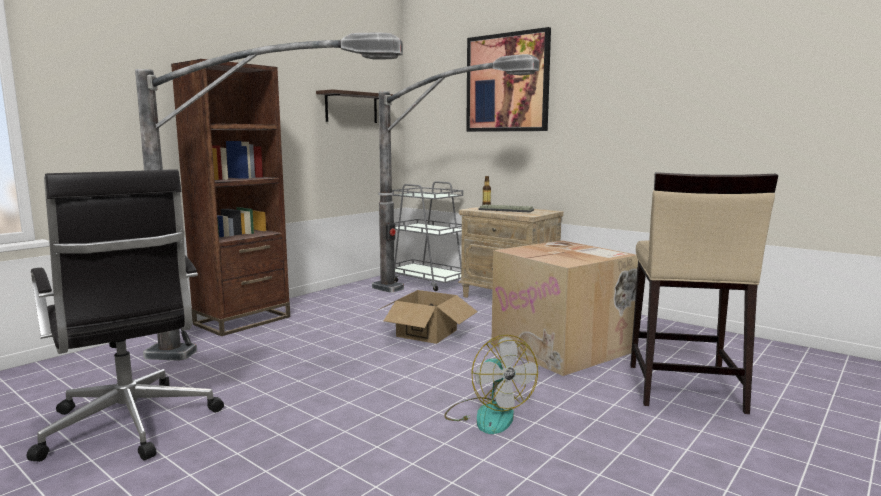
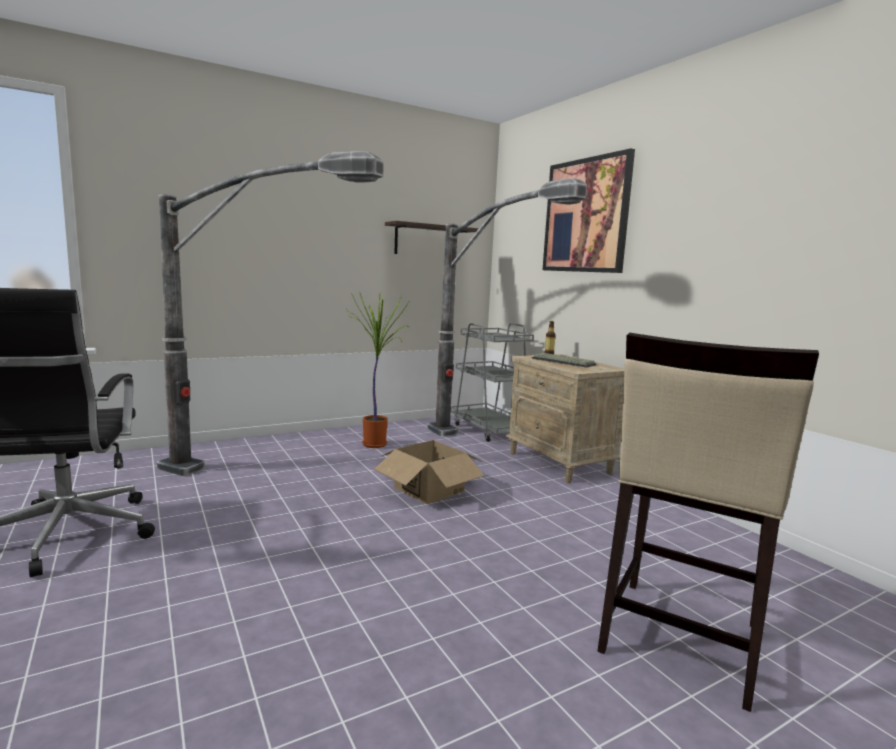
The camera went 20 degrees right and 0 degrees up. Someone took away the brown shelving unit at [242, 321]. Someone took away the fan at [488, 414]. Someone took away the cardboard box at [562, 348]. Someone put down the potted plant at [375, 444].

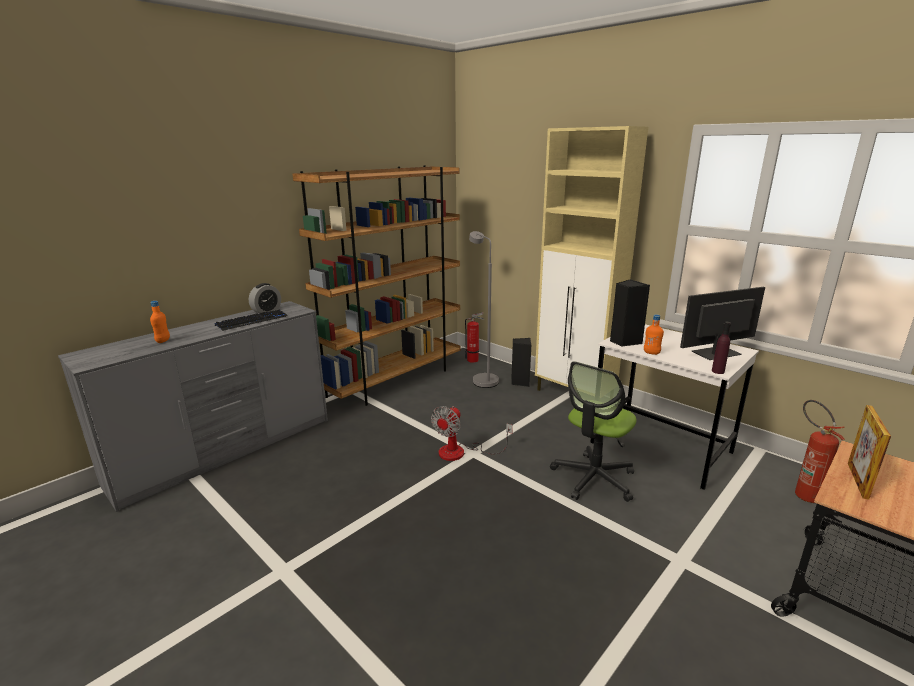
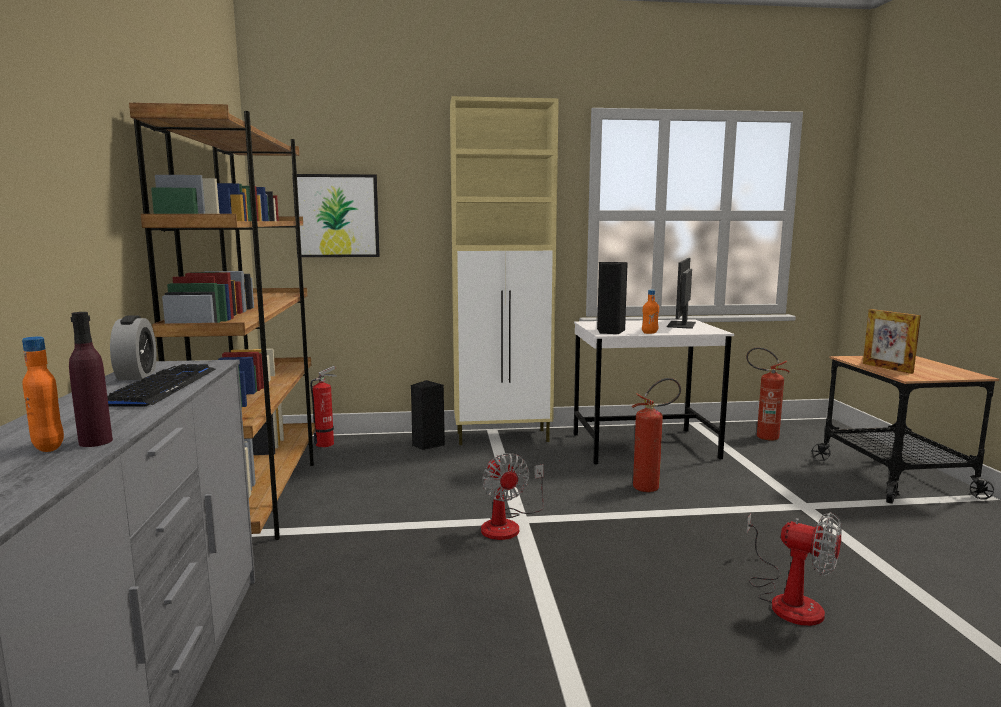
The camera went 50 degrees left and 10 degrees down. Someone took away the greyish standard lamp at [482, 379]. Someone swapped the office chair at [593, 478] for the fire extinguisher at [652, 487]. Someone carried the purple drink bottle from [718, 371] to [95, 442]. Someone put up the wall art at [337, 216]. Someone put down the fan at [788, 600].

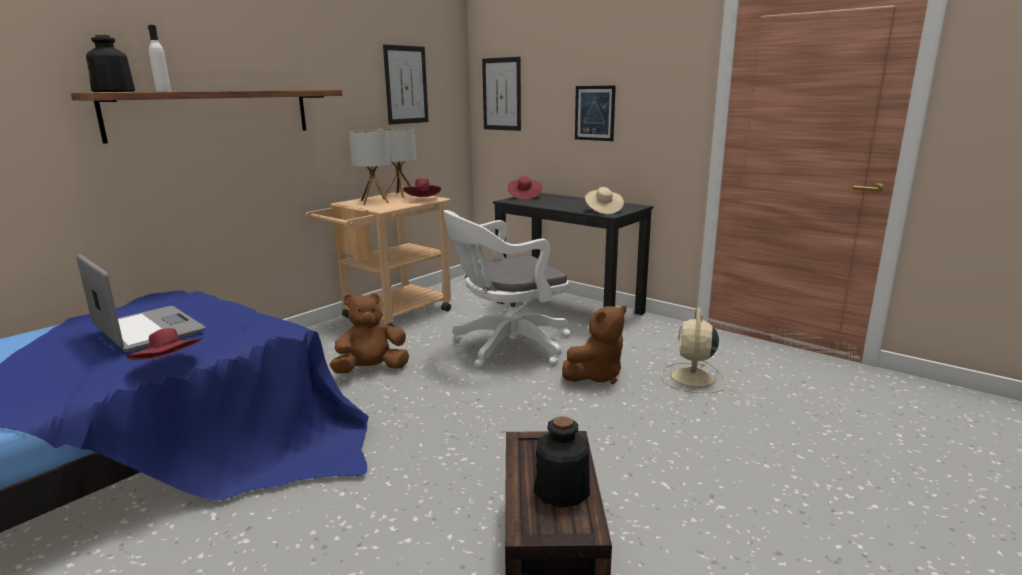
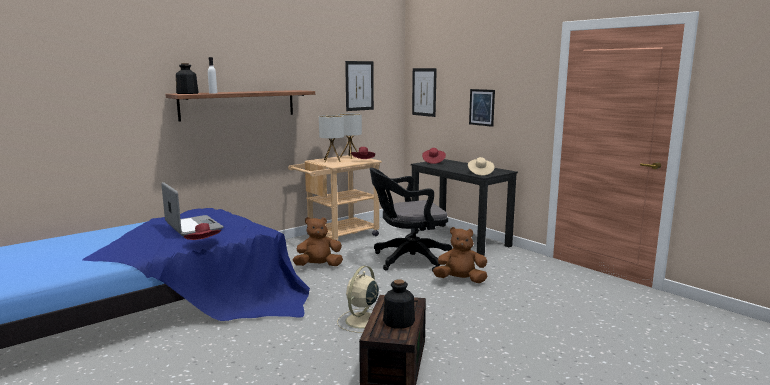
The camera went 10 degrees right and 5 degrees down. Someone repainted the whitish office chair at [507, 347], which became the black-coloured office chair at [408, 260]. Someone rotated the brown cuddly toy at [596, 376] by 150 degrees counterclockwise. Someone carried the beige fan from [692, 378] to [361, 321].

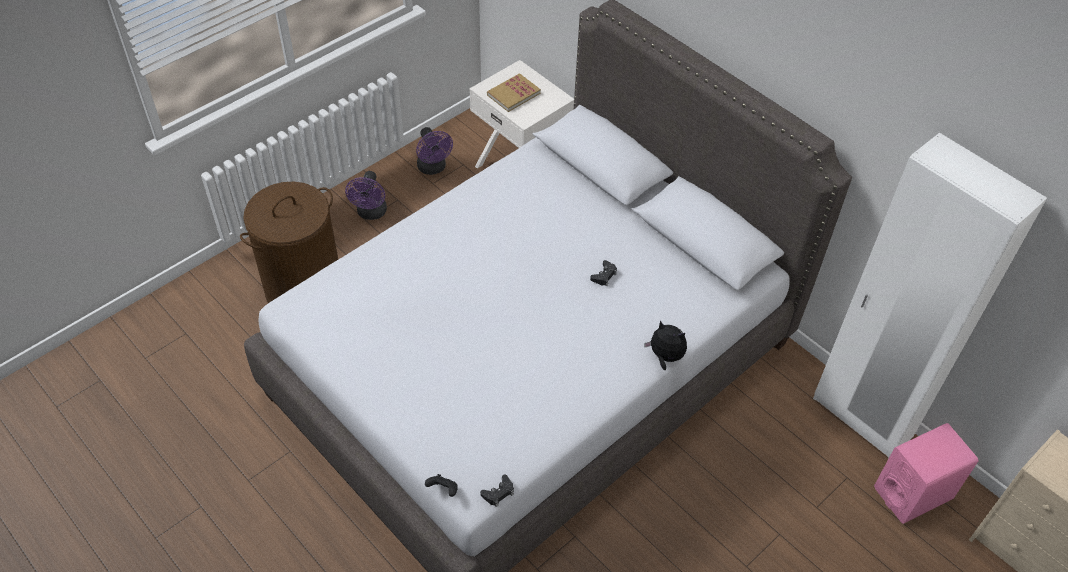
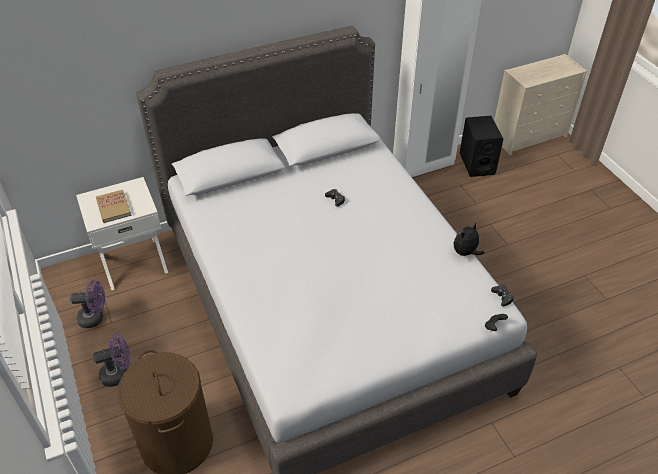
The camera went 70 degrees left and 5 degrees down. Someone rotated the purple fan at [371, 213] by 45 degrees counterclockwise. Someone carried the cuddly toy from [665, 357] to [465, 253]. Someone repainted the pinkish audio speaker at [913, 493], which became the black-coloured audio speaker at [477, 164].

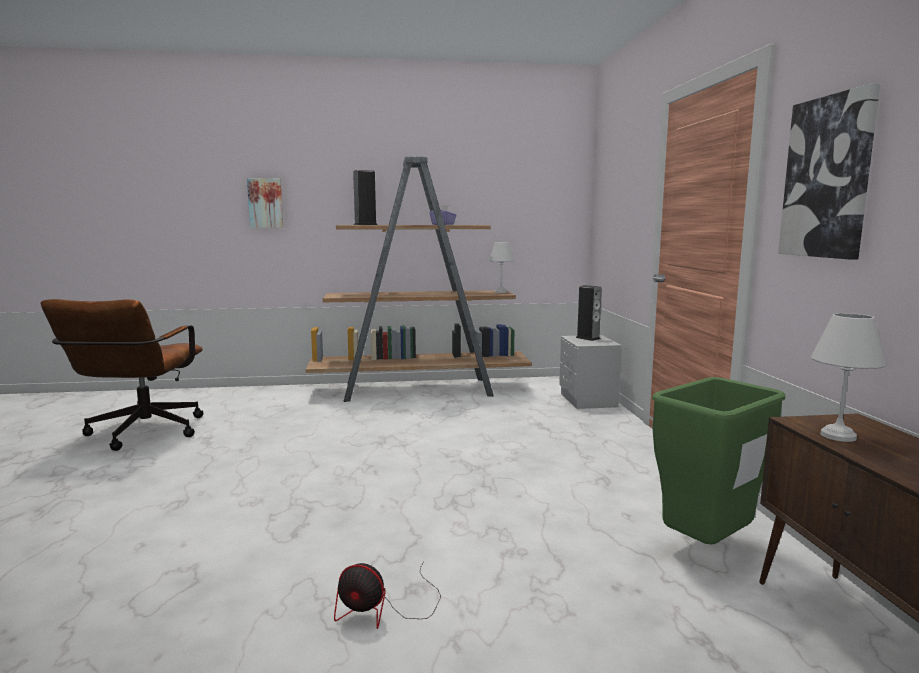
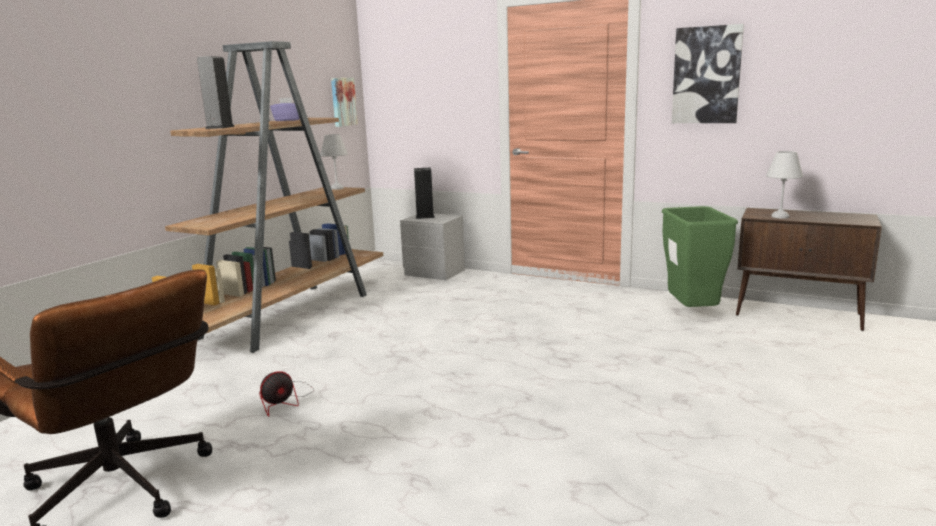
The camera went 55 degrees left and 5 degrees up. Someone carried the wall art from [265, 203] to [342, 102]. Someone carried the fan from [385, 609] to [284, 400].

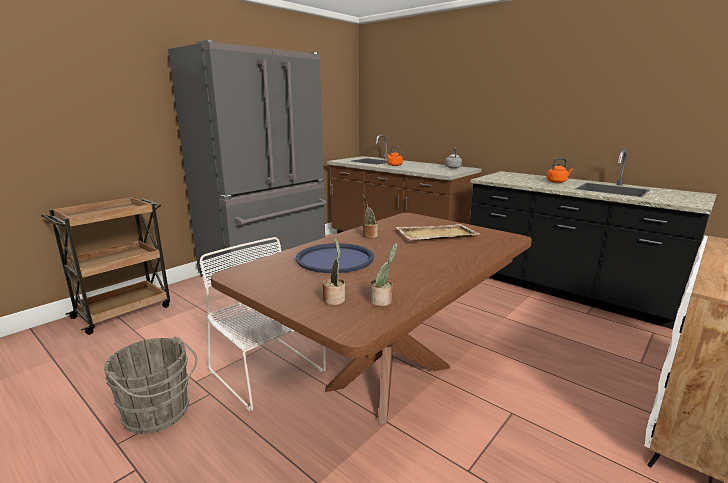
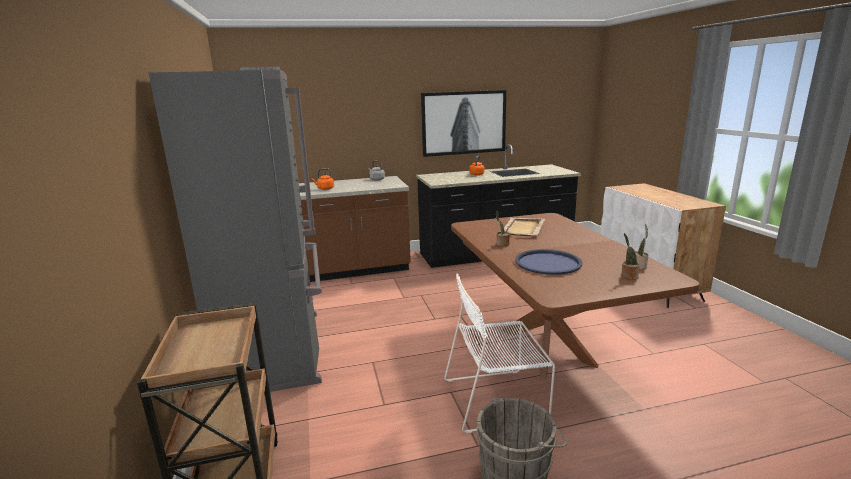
The camera went 55 degrees left and 0 degrees up. Someone put up the wall art at [464, 123].

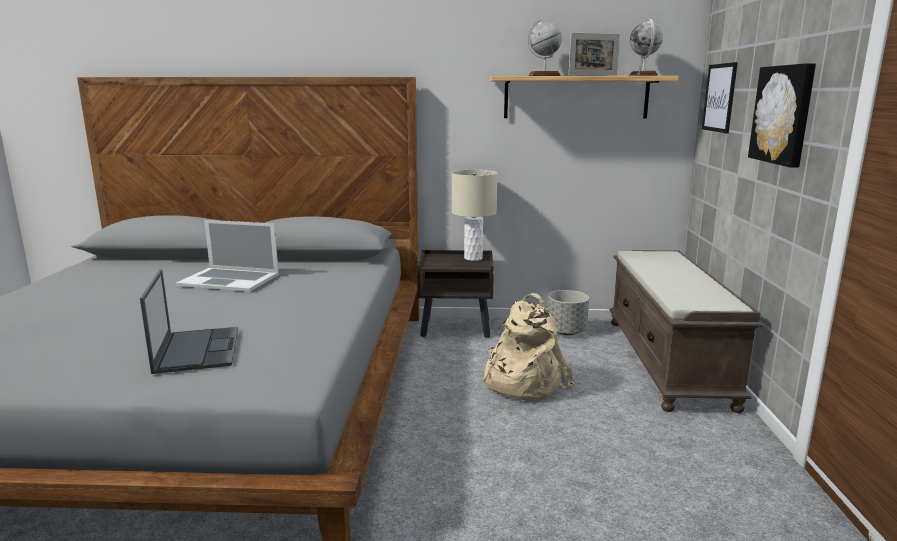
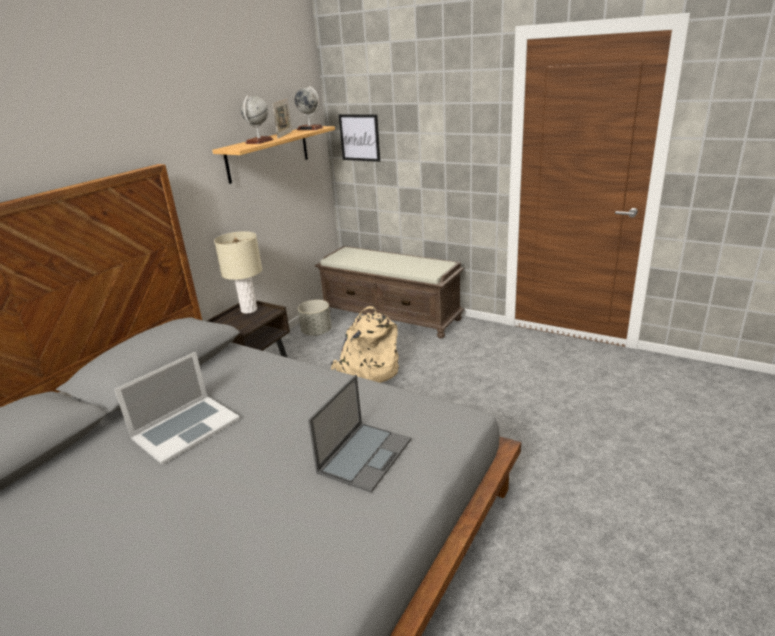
The camera went 60 degrees left and 10 degrees up. Someone rotated the portable computer at [197, 349] by 105 degrees clockwise. Someone took away the wall art at [784, 114].

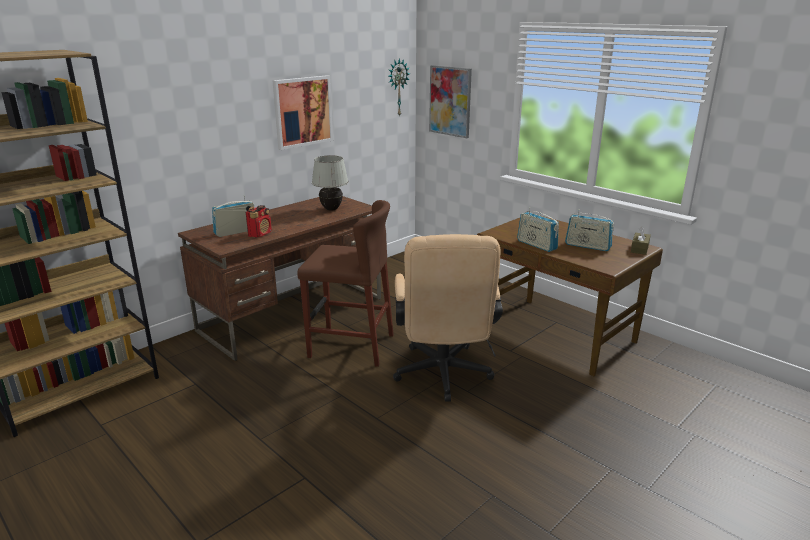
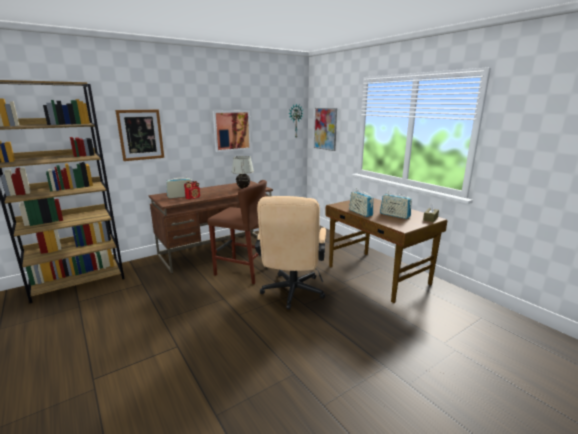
The camera went 10 degrees right and 5 degrees down. Someone put up the wall art at [140, 135].

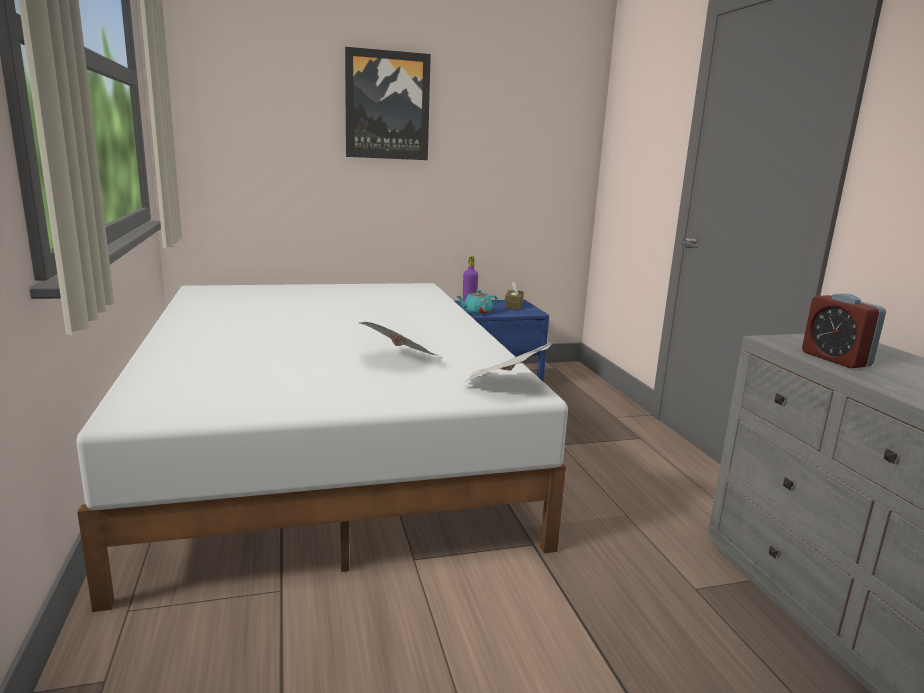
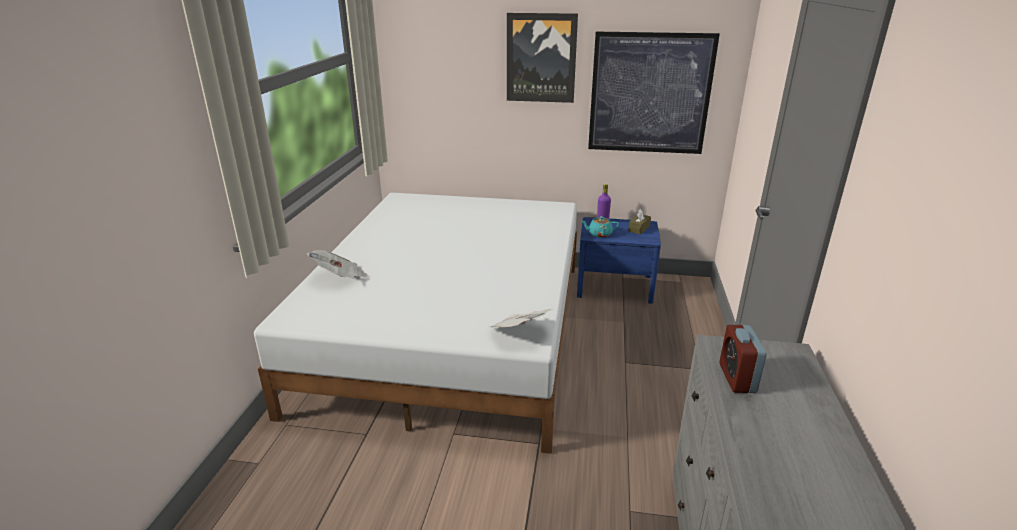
The camera went 25 degrees right and 10 degrees up. Someone carried the daily paper from [400, 360] to [341, 278]. Someone put up the wall art at [649, 94].

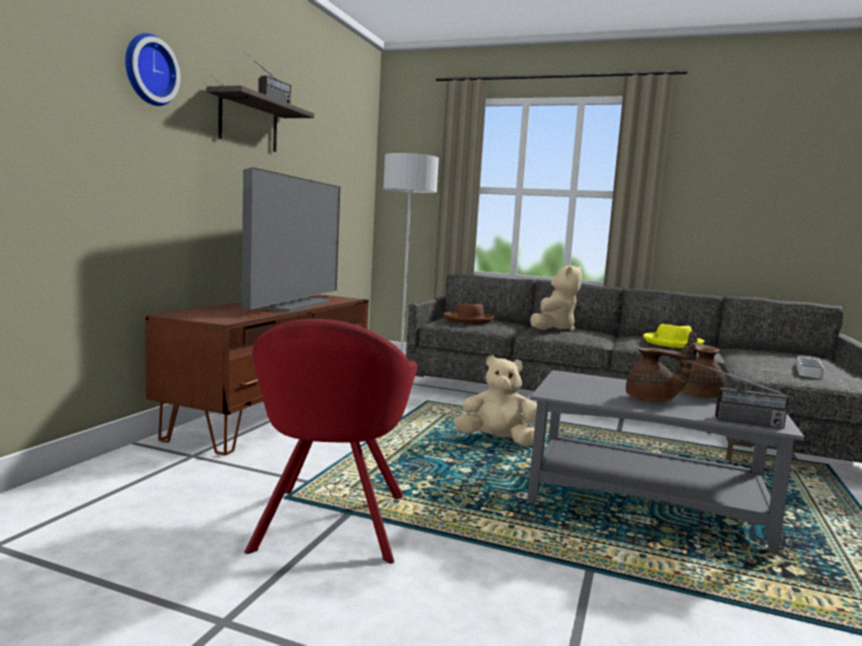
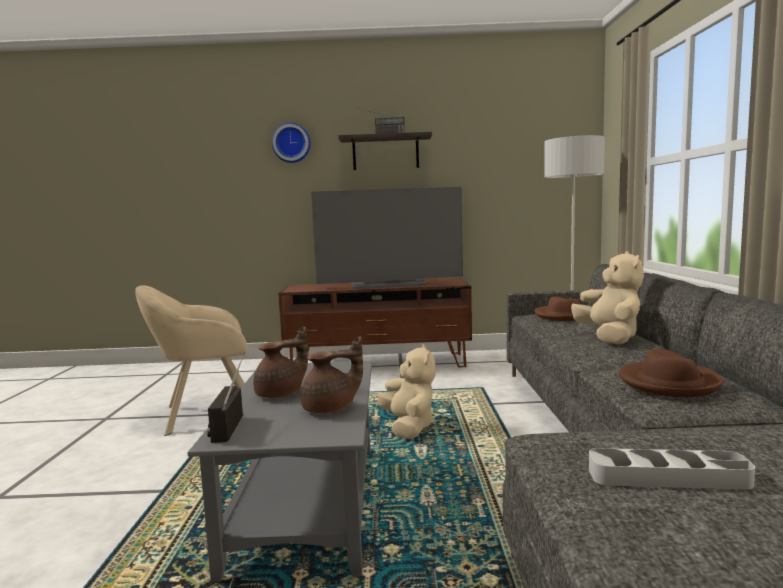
The camera went 70 degrees right and 0 degrees up. Someone repainted the reddish easy chair at [330, 527], which became the beige easy chair at [205, 414]. Someone rotated the beige cuddly toy at [553, 328] by 105 degrees counterclockwise. Someone rotated the brown pot for tea at [652, 400] by 135 degrees counterclockwise. Someone repainted the yellow-coloured hat at [671, 343], which became the brown hat at [668, 383].

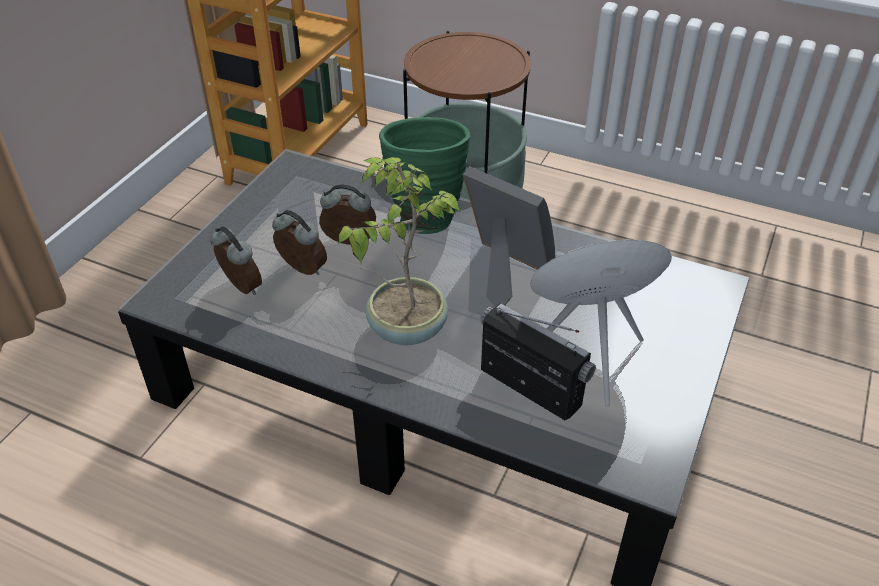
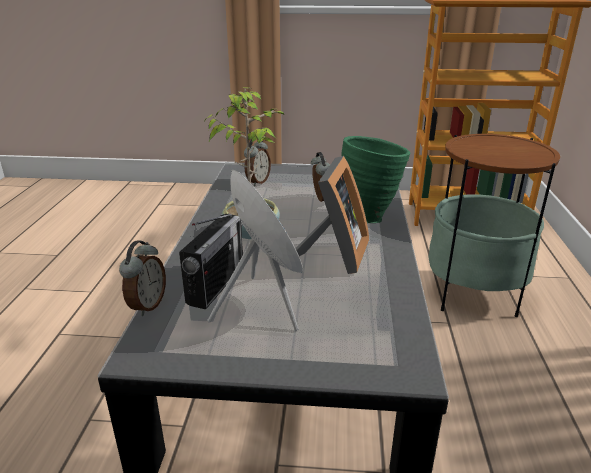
The camera went 70 degrees right and 15 degrees down. Someone carried the bedside clock from [301, 270] to [147, 305].

